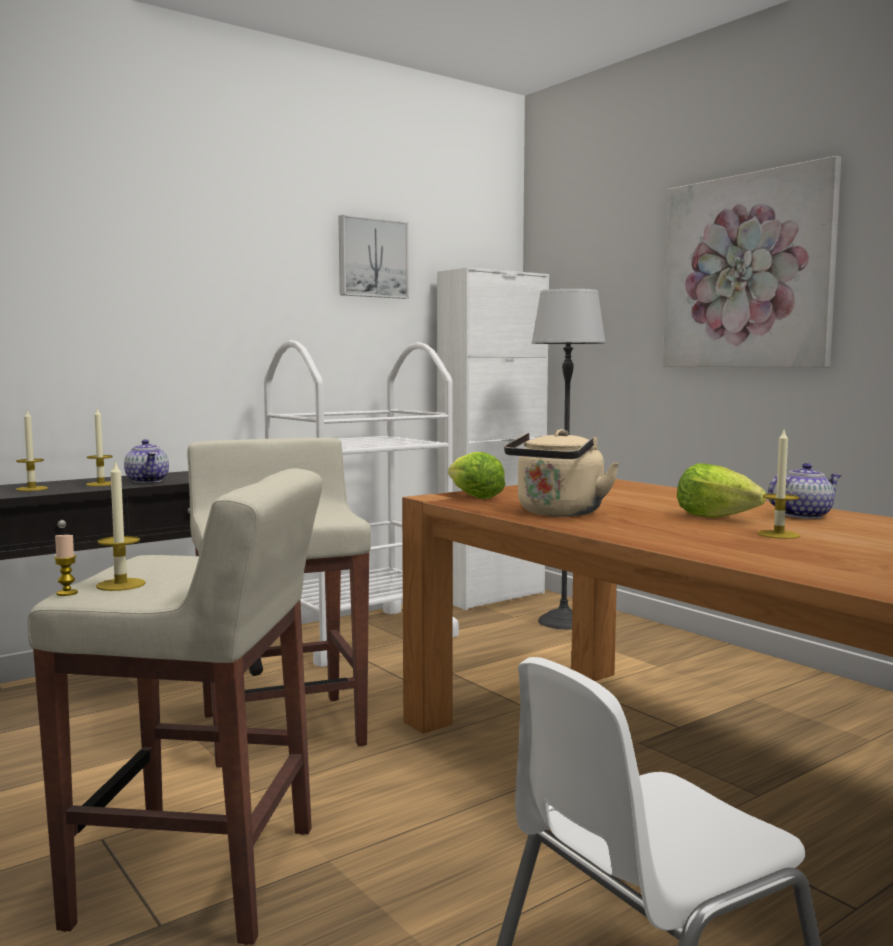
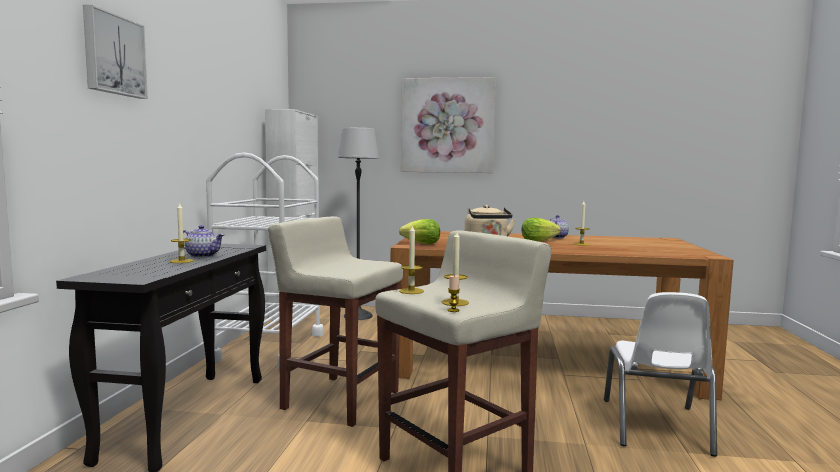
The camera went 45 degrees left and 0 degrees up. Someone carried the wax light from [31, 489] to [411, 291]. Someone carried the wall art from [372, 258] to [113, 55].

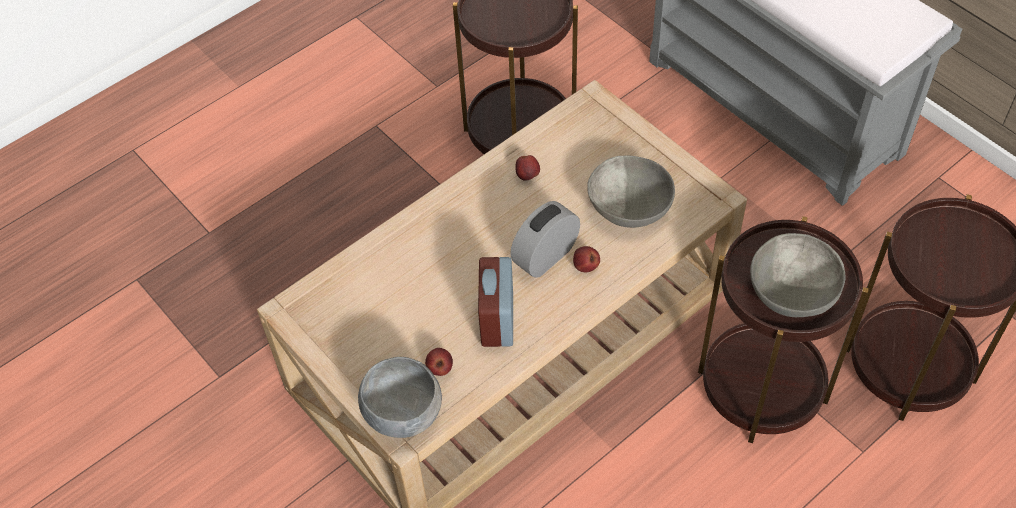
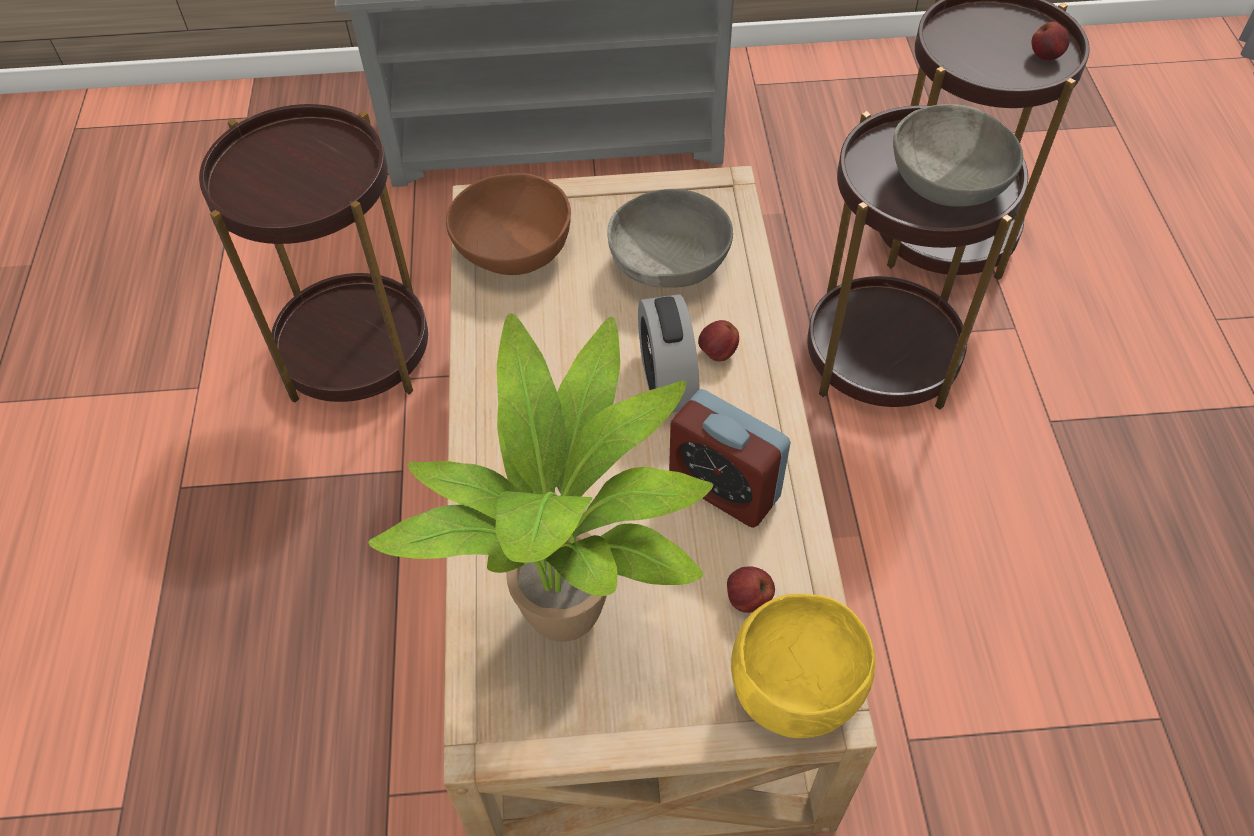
The camera went 55 degrees left and 0 degrees up. Someone repainted the greyish serving bowl at [403, 415], which became the yellow-coloured serving bowl at [793, 689]. Someone carried the whole apple from [528, 176] to [1045, 56]. Someone put down the potted plant at [576, 618]. Someone put down the brown serving bowl at [512, 248].

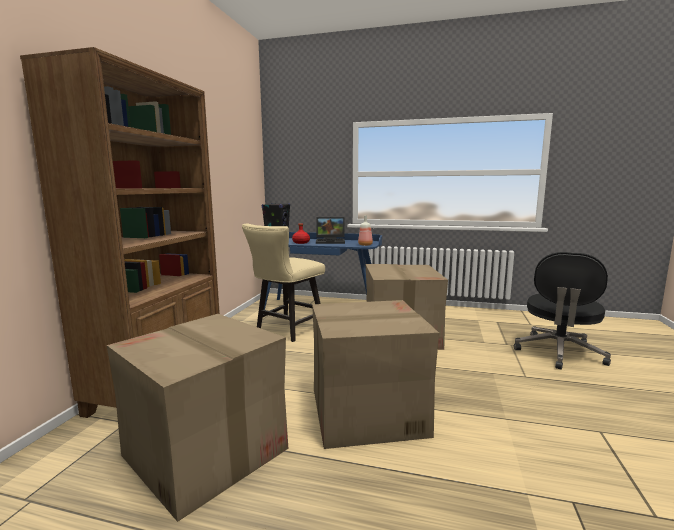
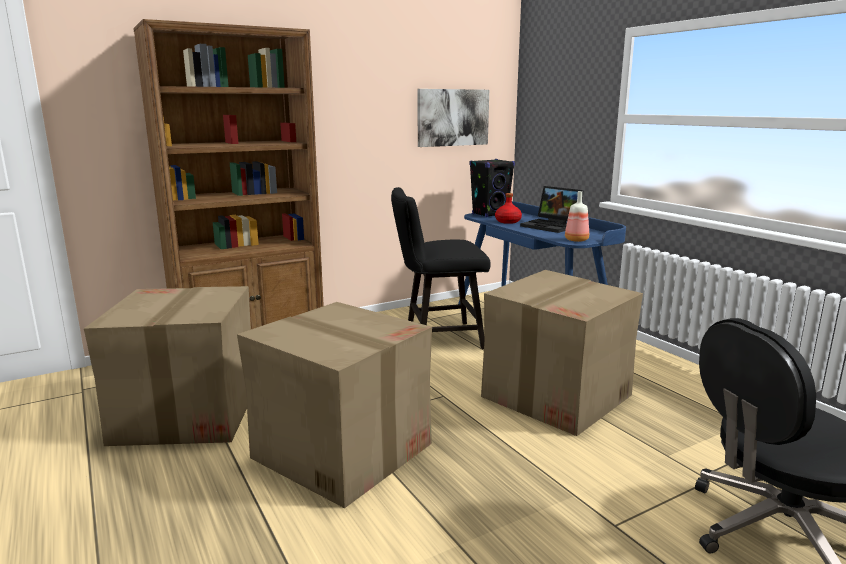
The camera went 45 degrees right and 5 degrees up. Someone repainted the beige upright chair at [286, 330], which became the black-coloured upright chair at [437, 338]. Someone put up the wall art at [452, 117].

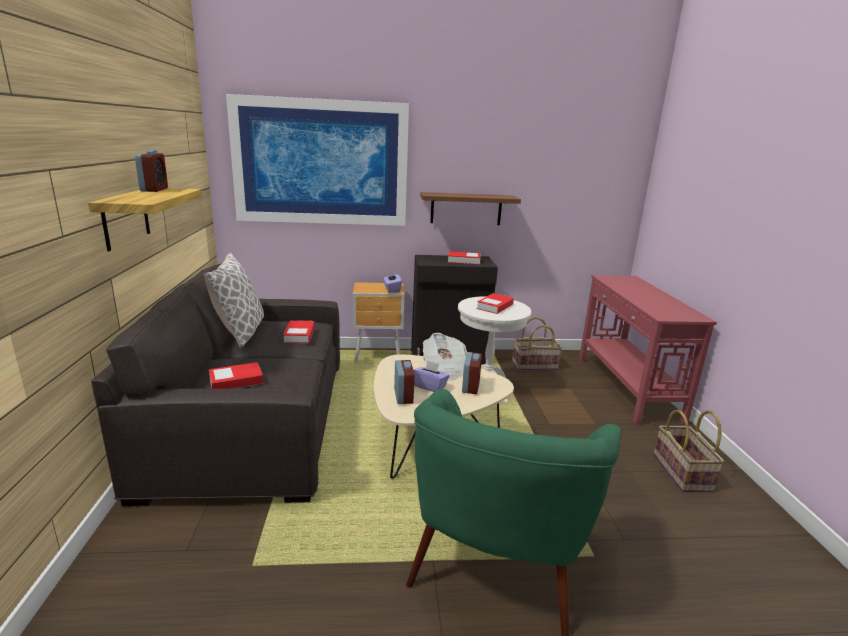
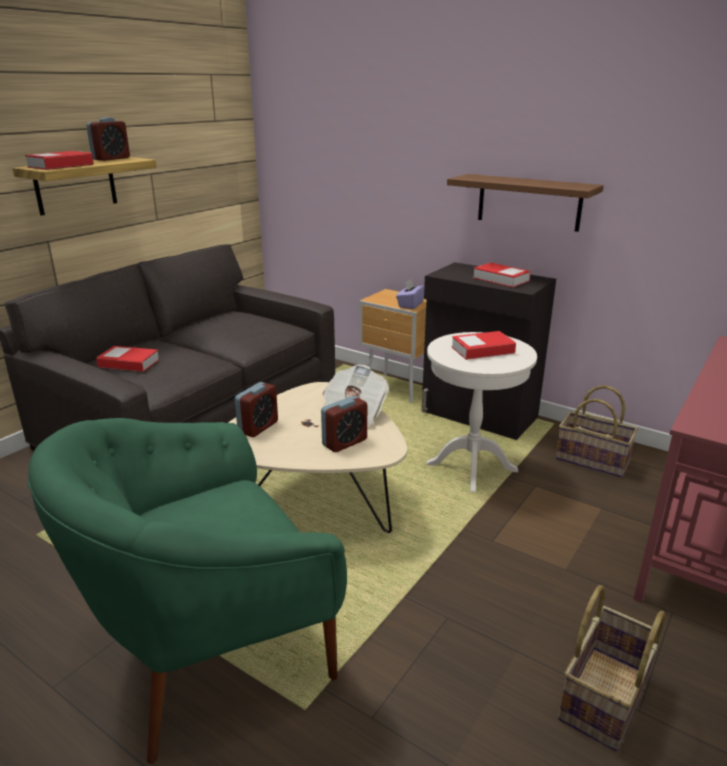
The camera went 40 degrees right and 5 degrees up. Someone took away the throw pillow at [240, 332]. Someone took away the wall art at [321, 163]. Someone carried the book from [299, 335] to [61, 166]. Someone took away the purple tissue holder at [430, 386].

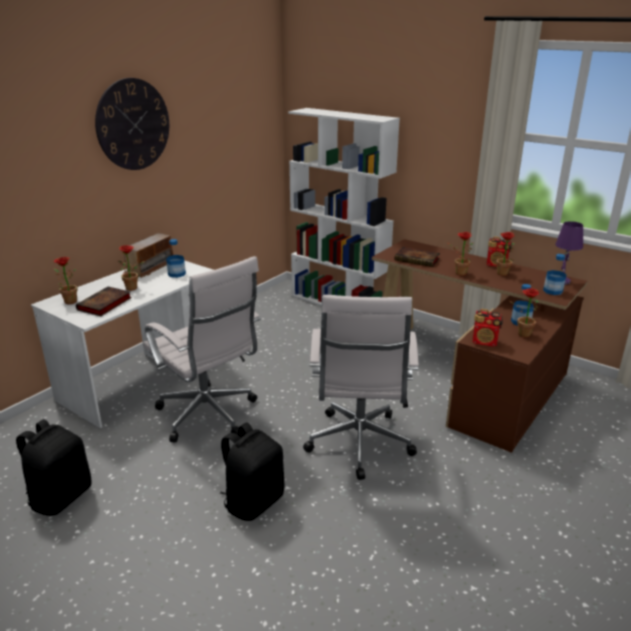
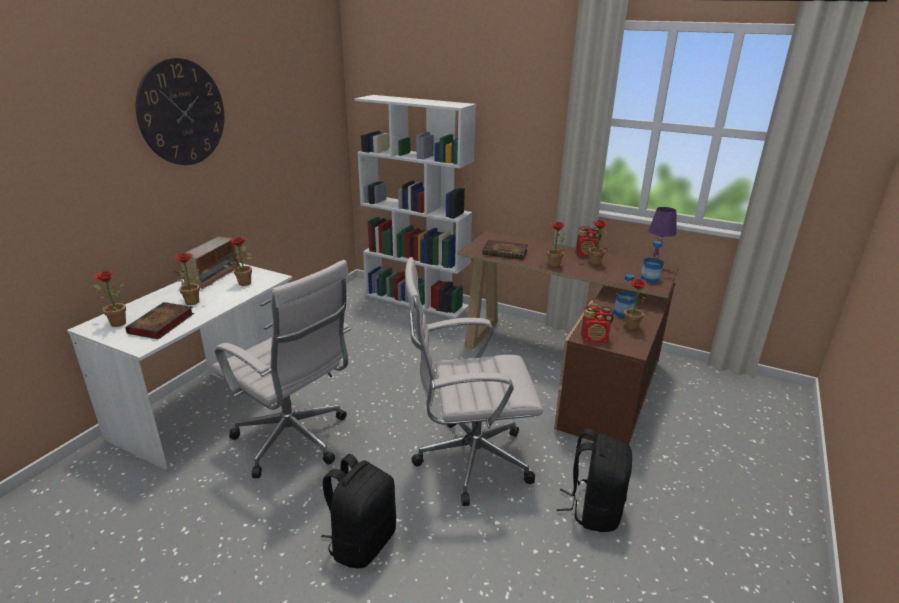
The camera went 10 degrees left and 0 degrees up. Someone carried the black-coloured rucksack from [61, 496] to [593, 509]. Someone swapped the drink bottle at [176, 274] for the potted plant at [244, 282]. Someone rotated the whitish office chair at [359, 446] by 90 degrees clockwise.

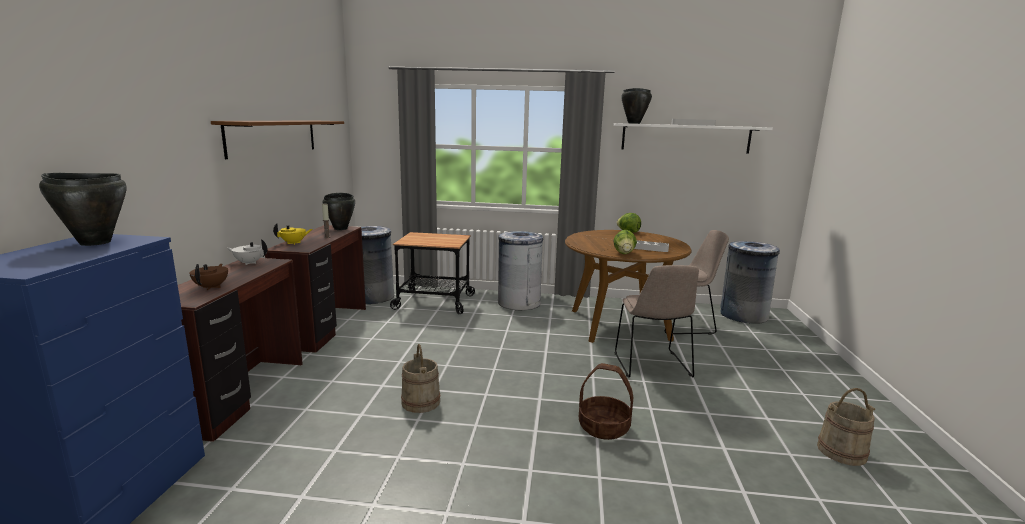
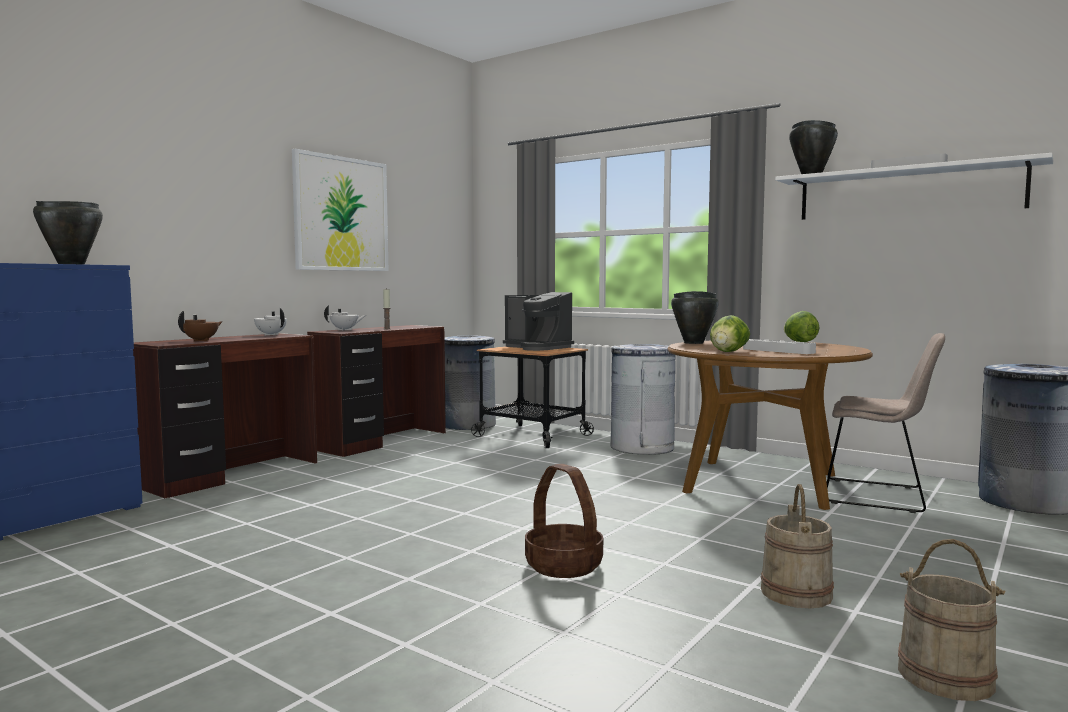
The camera went 30 degrees right and 10 degrees down. Someone swapped the brown shelf at [273, 137] for the wall art at [341, 214]. Someone repainted the yellow-coloured pot for tea at [294, 243], which became the whitish pot for tea at [345, 330]. Someone carried the black-coloured saucepot from [341, 228] to [694, 343]. Someone carried the beige pail from [421, 402] to [796, 593]. Someone took away the beige upright chair at [652, 366]. Someone put down the coffee maker at [537, 348].

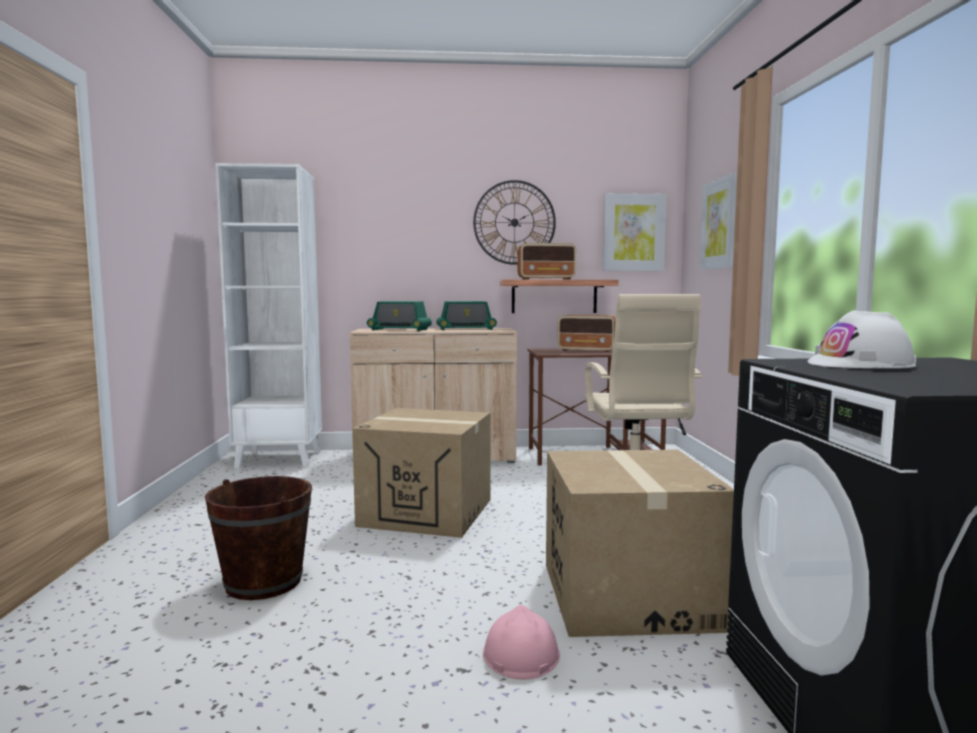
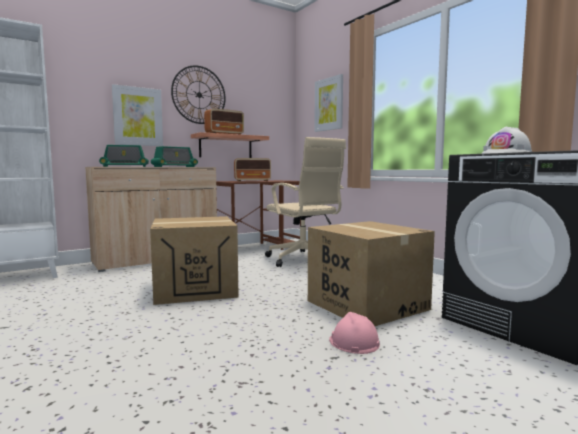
The camera went 30 degrees left and 0 degrees up. Someone took away the brown pail at [263, 582]. Someone carried the wall art from [633, 232] to [138, 116].

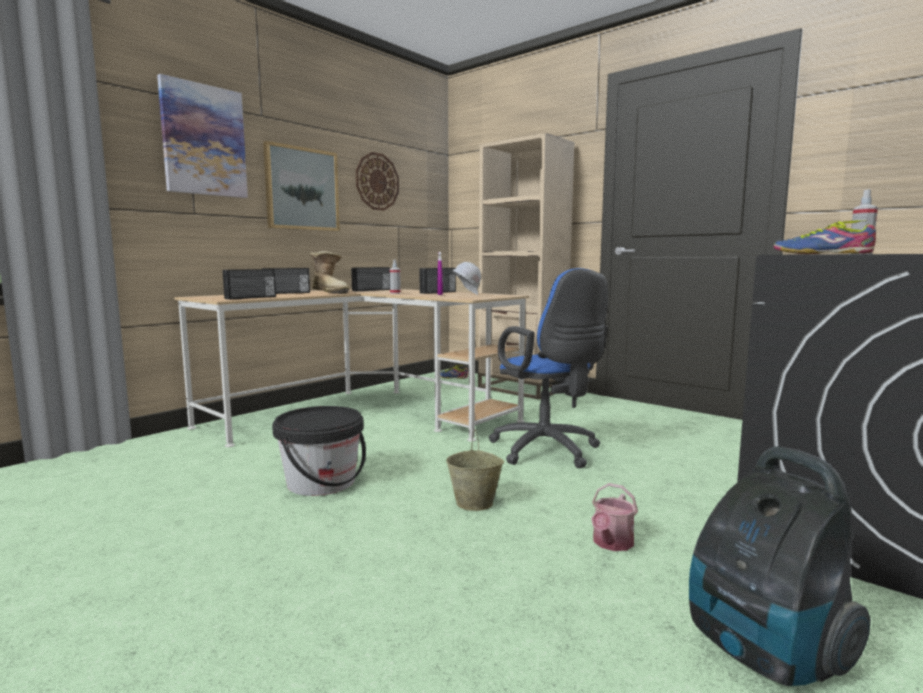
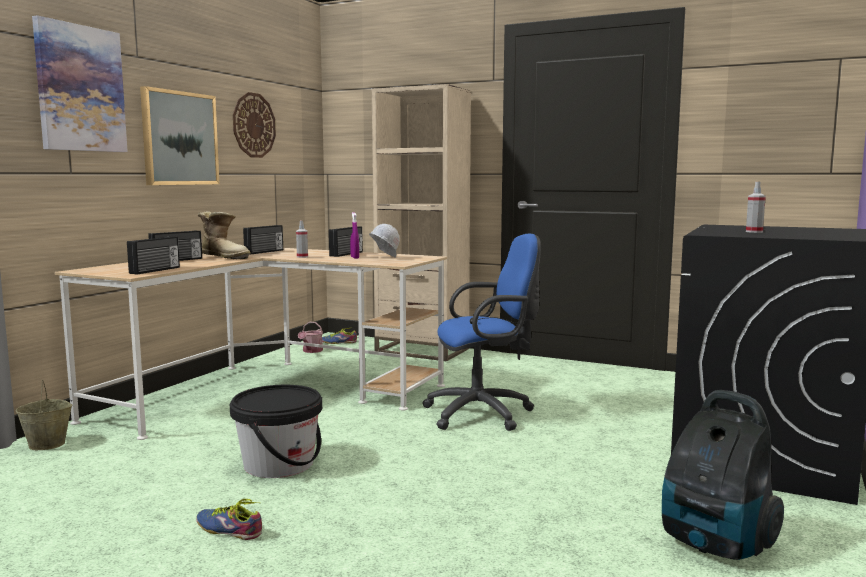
The camera went 15 degrees left and 0 degrees up. Someone carried the beige pail from [475, 503] to [48, 444]. Someone rotated the blue office chair at [548, 451] by 60 degrees counterclockwise. Someone carried the watering can from [611, 543] to [311, 351]. Someone carried the item of footwear from [821, 254] to [230, 528].

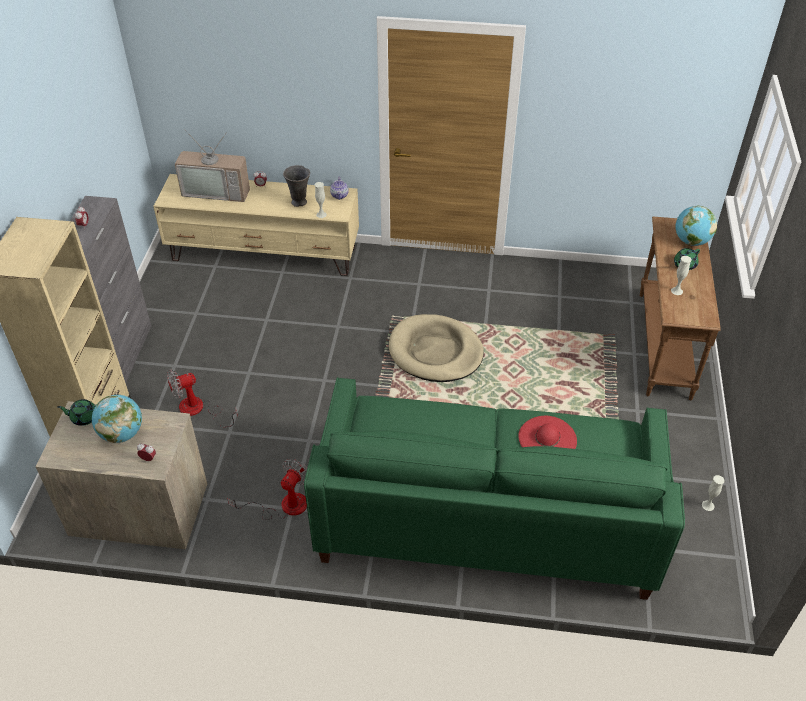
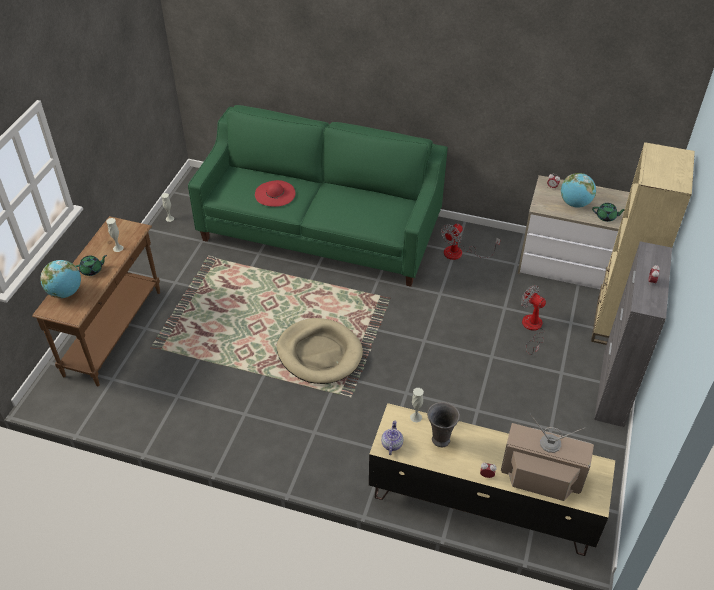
The camera went 170 degrees left and 0 degrees up. Someone rotated the fan at [199, 410] by 120 degrees counterclockwise.

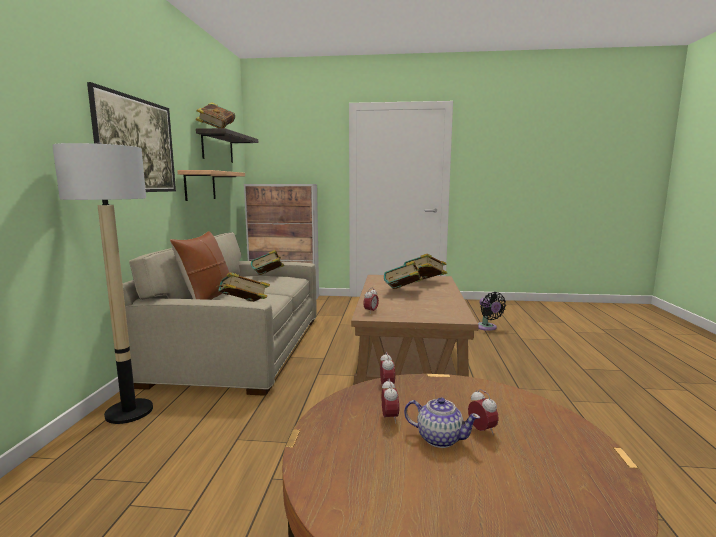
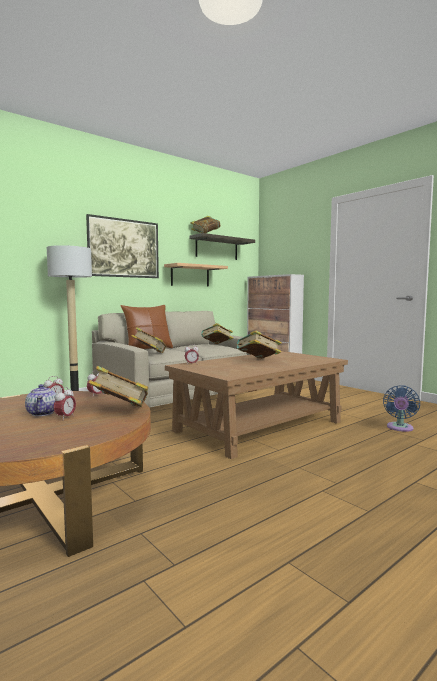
The camera went 45 degrees right and 5 degrees down. Someone carried the book from [424, 282] to [120, 411]. Someone repainted the black-coloured fan at [487, 327], which became the blue fan at [399, 428].

